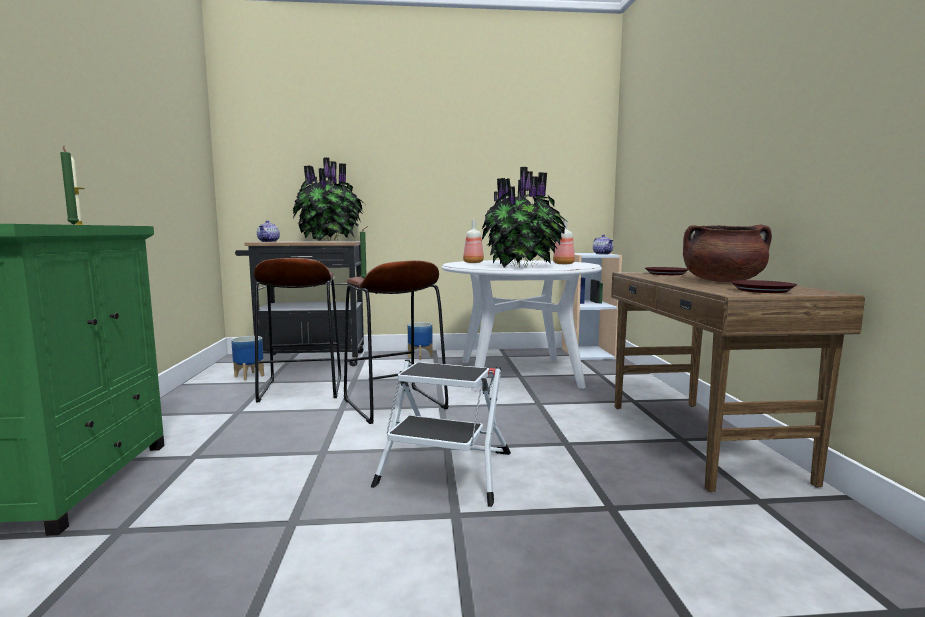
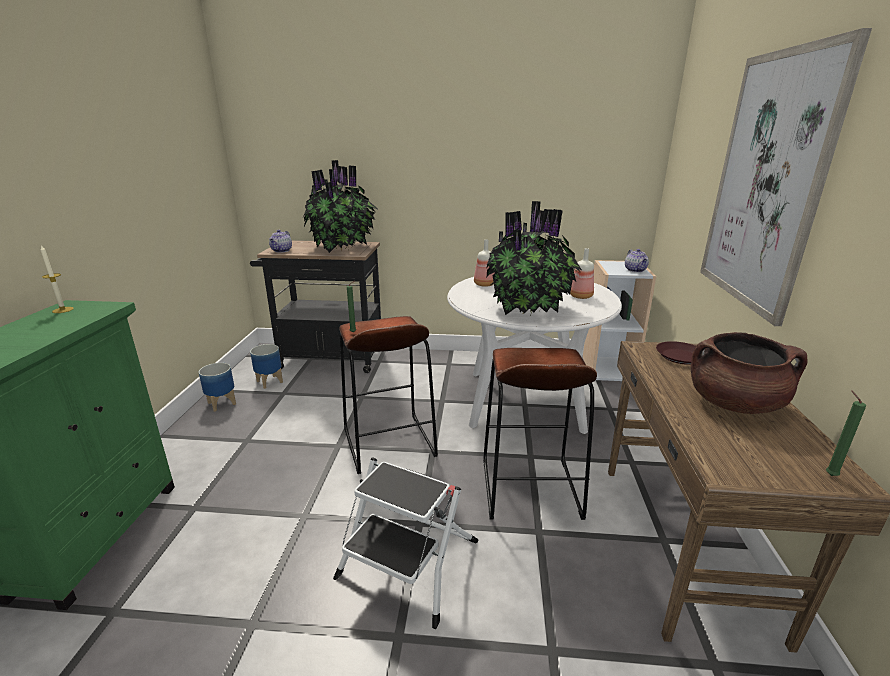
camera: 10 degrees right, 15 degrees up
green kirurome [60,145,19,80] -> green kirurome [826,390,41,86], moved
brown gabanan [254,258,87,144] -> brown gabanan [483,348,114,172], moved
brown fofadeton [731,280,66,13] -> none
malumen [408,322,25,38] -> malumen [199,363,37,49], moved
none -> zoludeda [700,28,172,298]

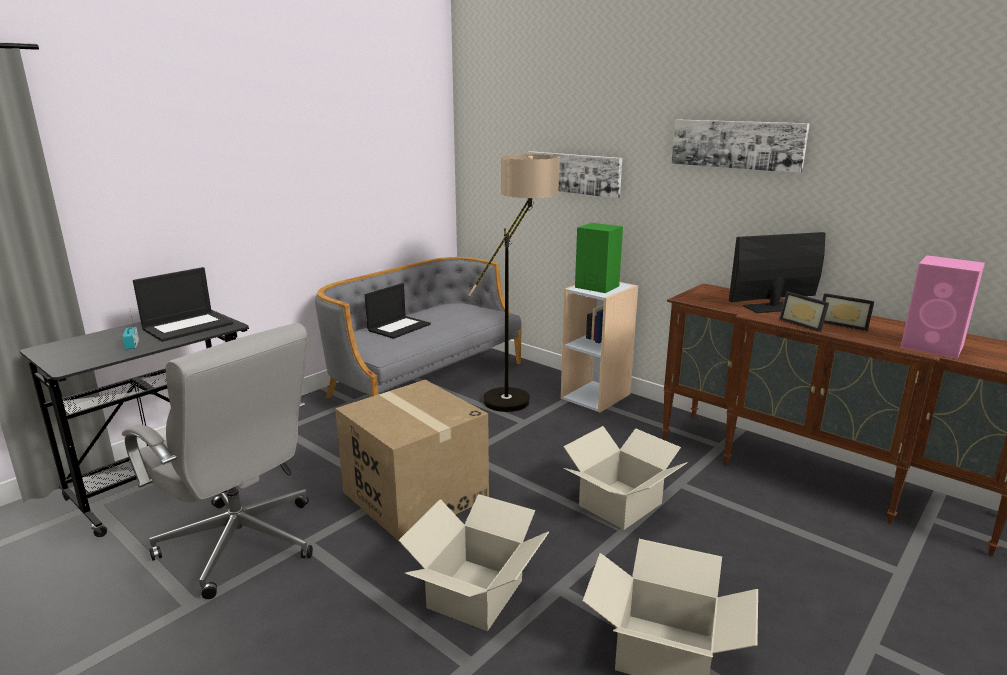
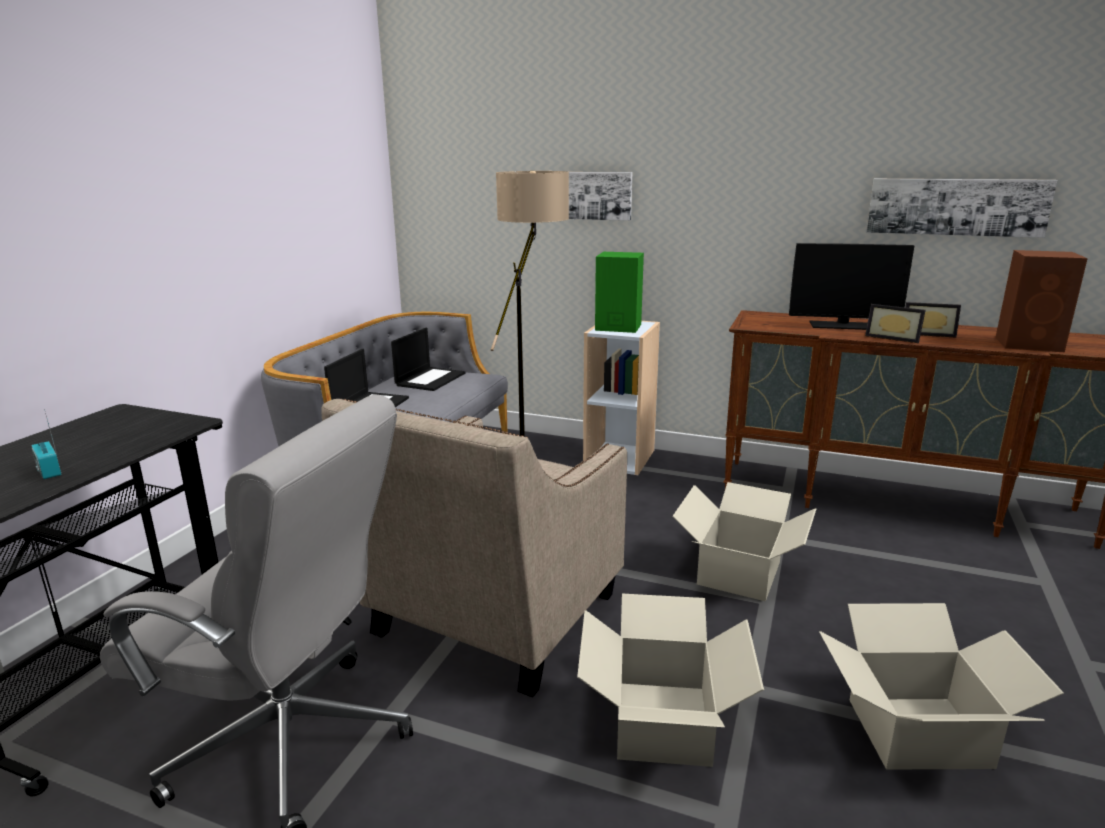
camera: 20 degrees left, 0 degrees up
zoludeda [671,119,139,54] -> zoludeda [866,179,191,59], moved
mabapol [729,232,97,81] -> mabapol [789,243,125,87], 135 degrees counterclockwise
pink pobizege [901,255,84,104] -> brown pobizege [995,250,93,102]
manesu [133,267,100,75] -> manesu [391,328,75,63], moved
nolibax [335,380,154,160] -> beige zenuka [321,399,306,298]

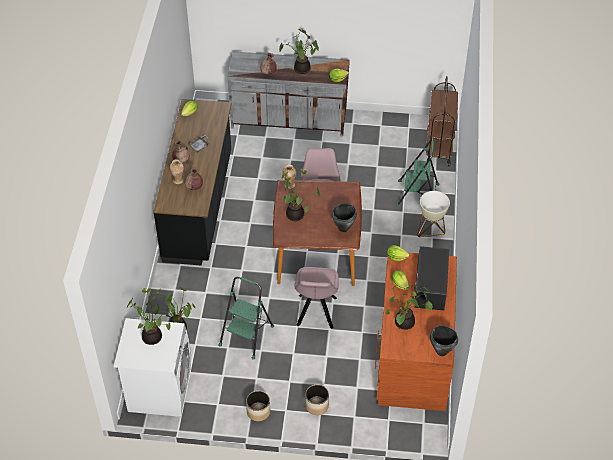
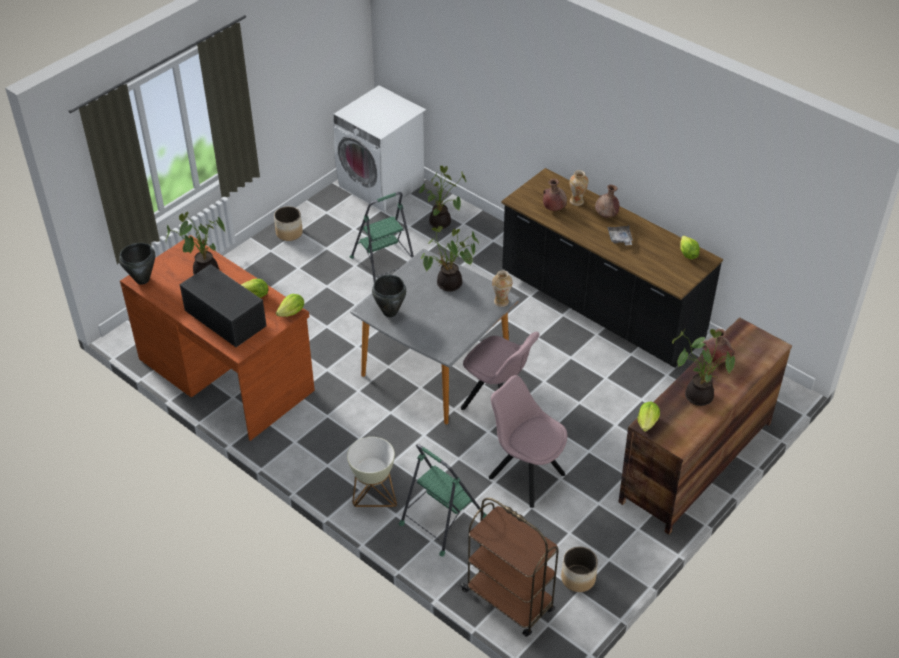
camera: 125 degrees right, 5 degrees down
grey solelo [227,51,123,86] -> brown solelo [619,317,173,218]
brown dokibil [273,180,89,106] -> grey dokibil [350,249,170,175]
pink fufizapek [294,267,45,62] -> pink fufizapek [489,375,78,133], moved
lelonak [127,288,49,57] -> none
malumen [305,384,24,31] -> malumen [561,547,37,45], moved

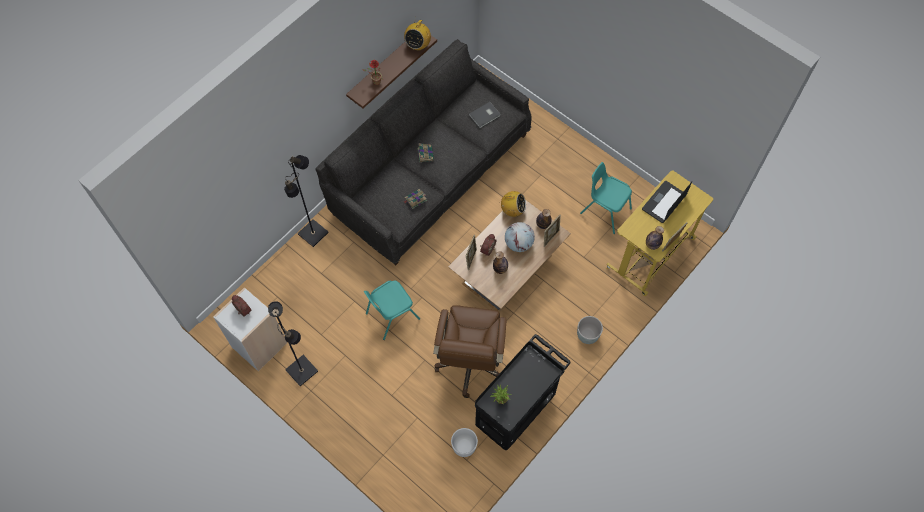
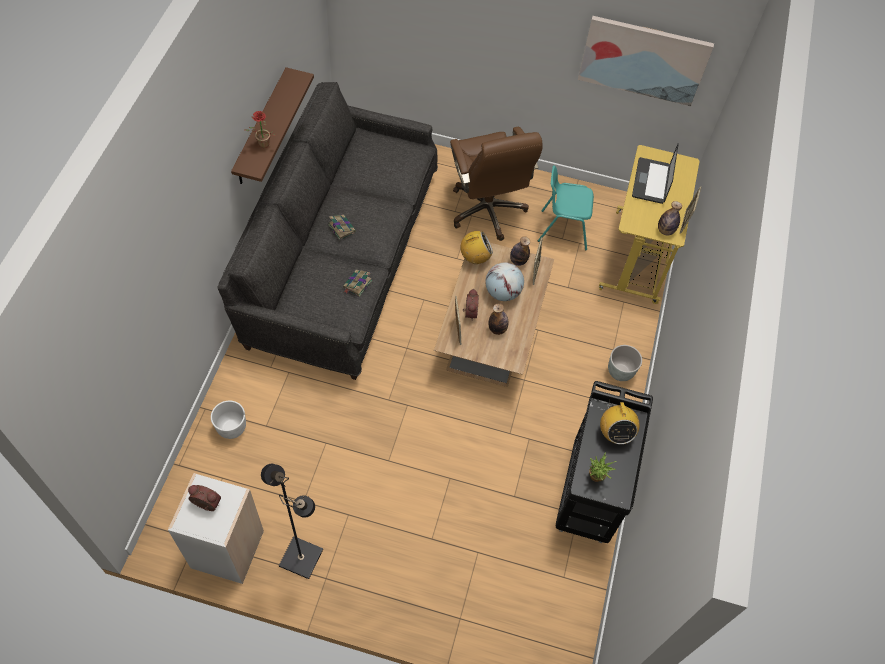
camera: 30 degrees left, 5 degrees down
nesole [404,18,27,33] -> nesole [600,402,40,42], moved
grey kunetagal [469,102,32,26] -> none
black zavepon [284,155,45,92] -> none
turquoise fufizapek [364,280,56,60] -> none
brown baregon [433,305,74,93] -> brown baregon [450,127,93,114], moved
white malumen [451,428,27,29] -> white malumen [211,401,35,38], moved
none -> zoludeda [578,16,136,90]

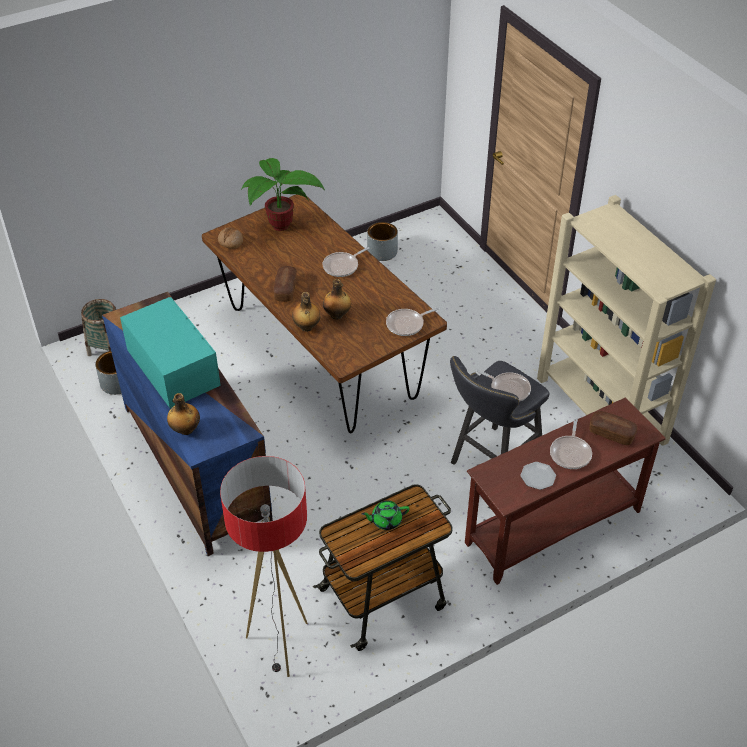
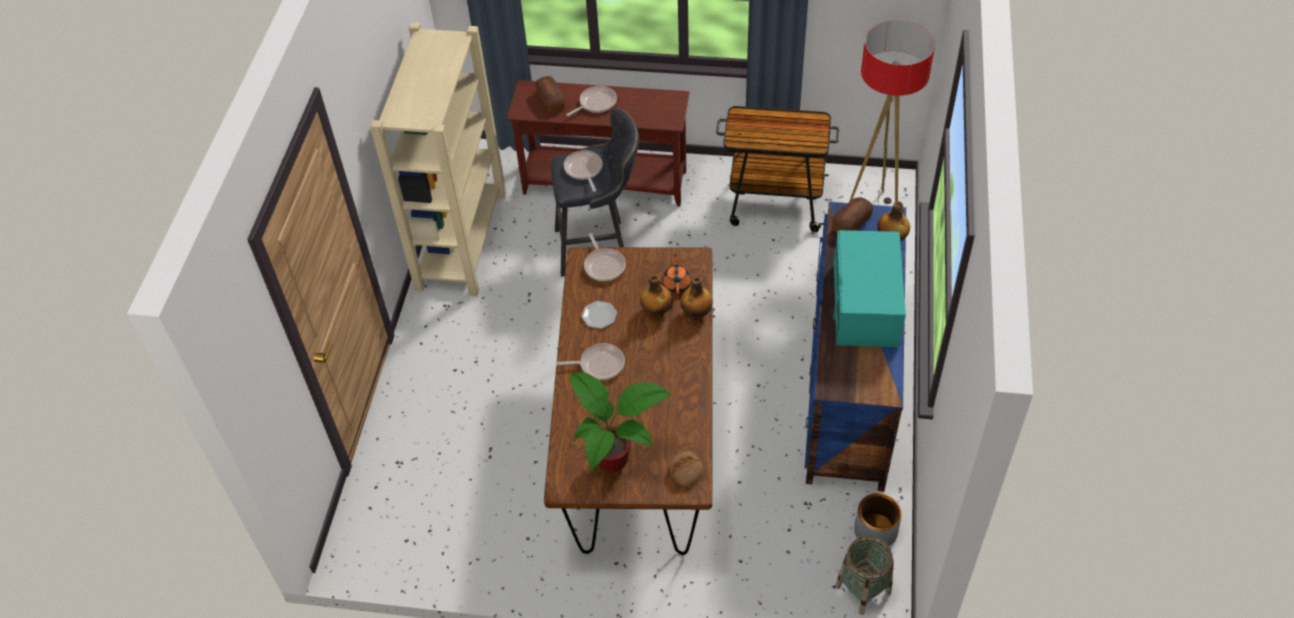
camera: 140 degrees left, 5 degrees up
grey malumen [367,222,31,39] -> none
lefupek [273,266,24,36] -> lefupek [832,197,41,36], moved
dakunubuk [386,307,53,29] -> dakunubuk [584,233,42,48], 60 degrees clockwise
fofadeton [520,462,36,28] -> fofadeton [581,301,36,28], moved
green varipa [361,500,48,30] -> none
none -> orange varipa [662,253,30,41]

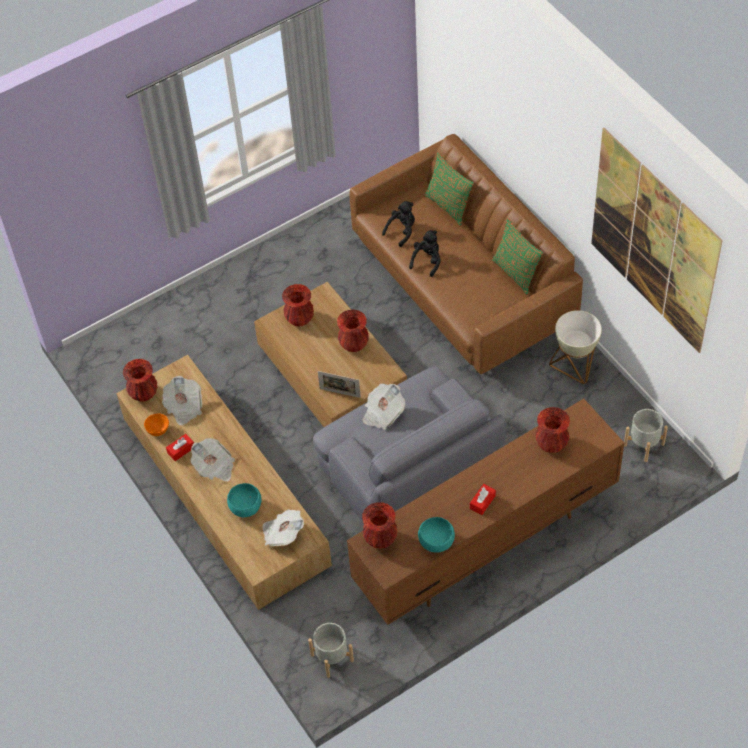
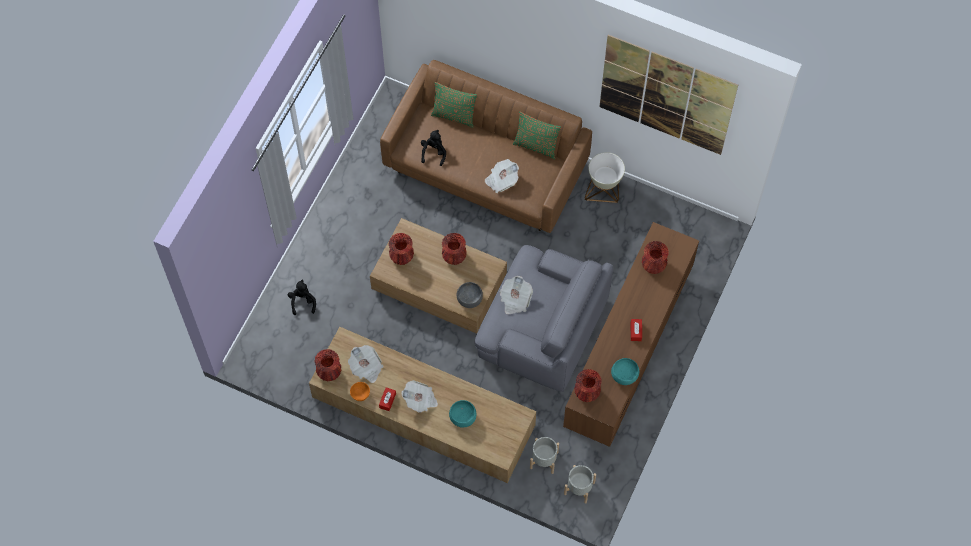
camera: 35 degrees left, 10 degrees up
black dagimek [409,230,32,47] -> black dagimek [288,280,28,35], moved
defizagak [318,371,43,27] -> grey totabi [457,282,26,26]
grey malumen [624,409,44,53] -> grey malumen [530,437,29,37], moved
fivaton [262,509,42,37] -> fivaton [485,159,34,34], moved

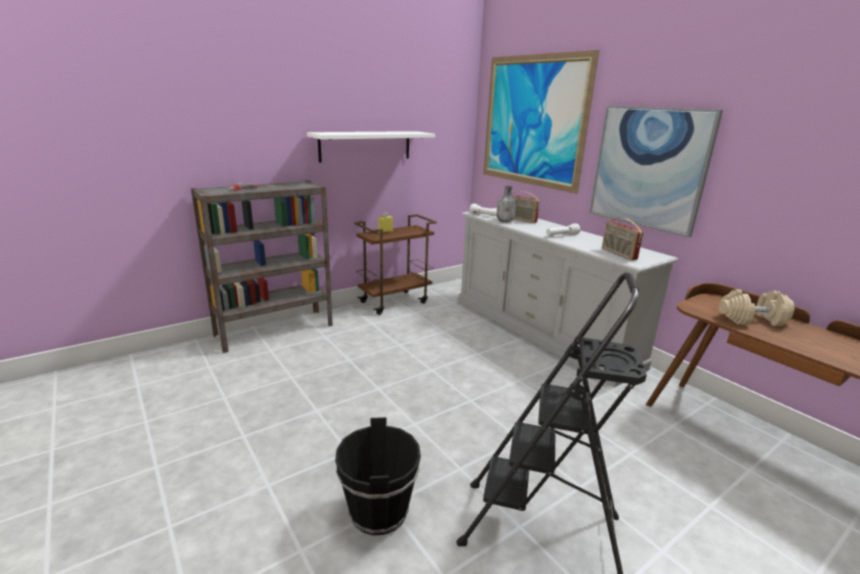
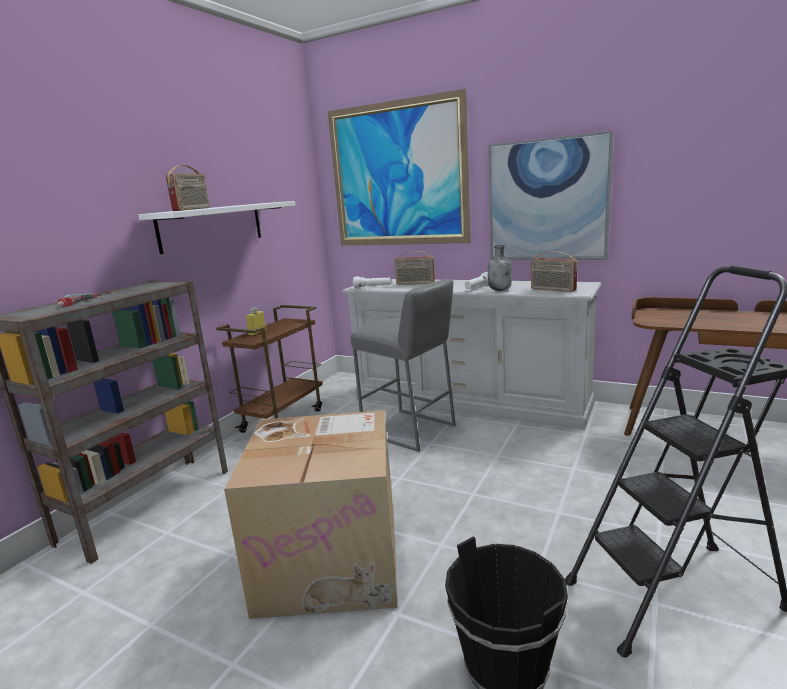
camera: 25 degrees left, 5 degrees down
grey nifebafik [497,186,19,36] -> grey nifebafik [488,245,24,46], moved
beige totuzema [719,289,75,37] -> none
none -> nesole [166,165,44,46]
none -> grey gabanan [350,279,105,173]
none -> nolibax [224,410,173,209]

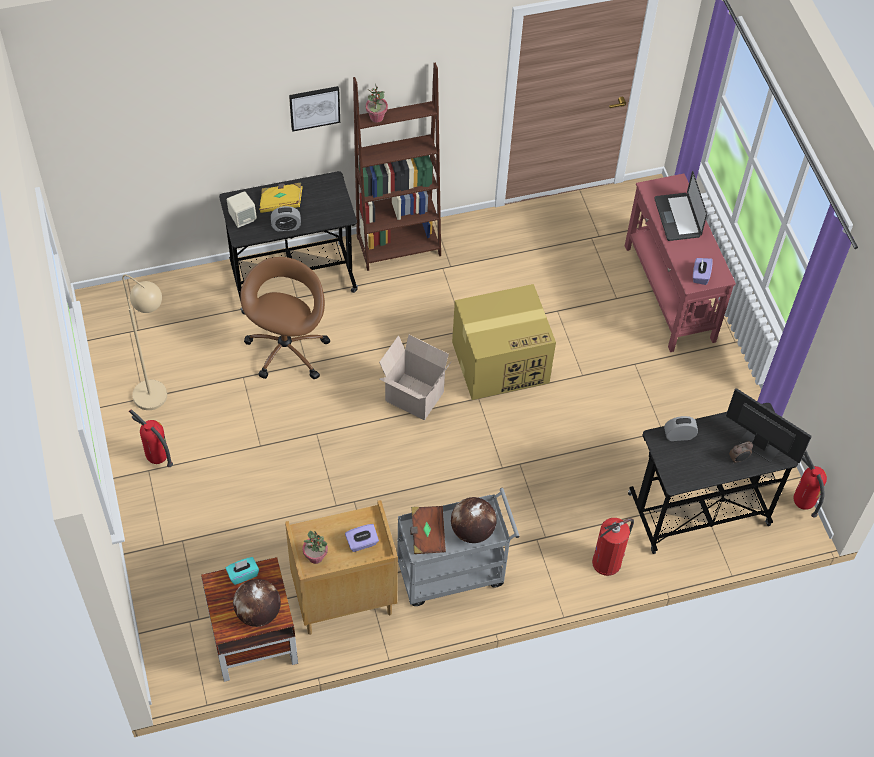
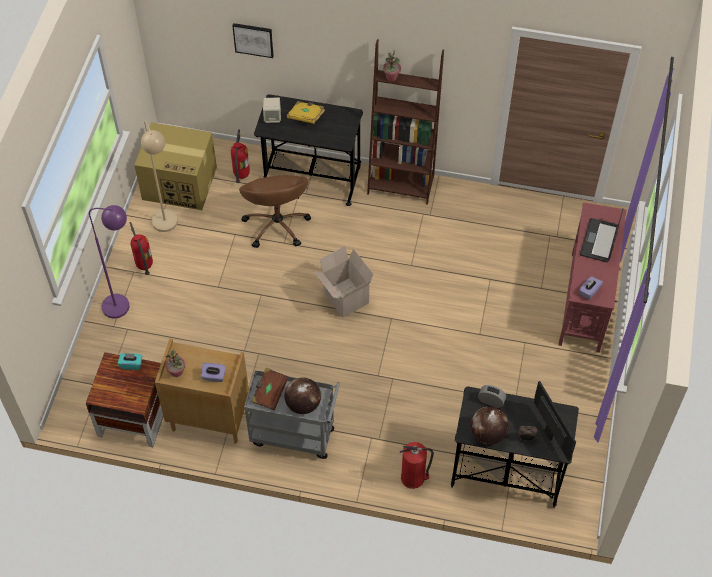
camera: 30 degrees right, 0 degrees up
zoludeda [289,86,51,46] -> zoludeda [232,23,41,35], moved
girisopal [271,206,30,25] -> none
brown baregon [240,257,91,122] -> brown baregon [239,175,72,73], 120 degrees clockwise
nolibax [452,284,104,116] -> nolibax [134,122,83,88], moved
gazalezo [794,451,33,66] -> gazalezo [231,129,19,54], moved
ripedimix [233,579,48,48] -> ripedimix [471,407,38,38], moved
none -> purple zavepon [89,205,40,113]

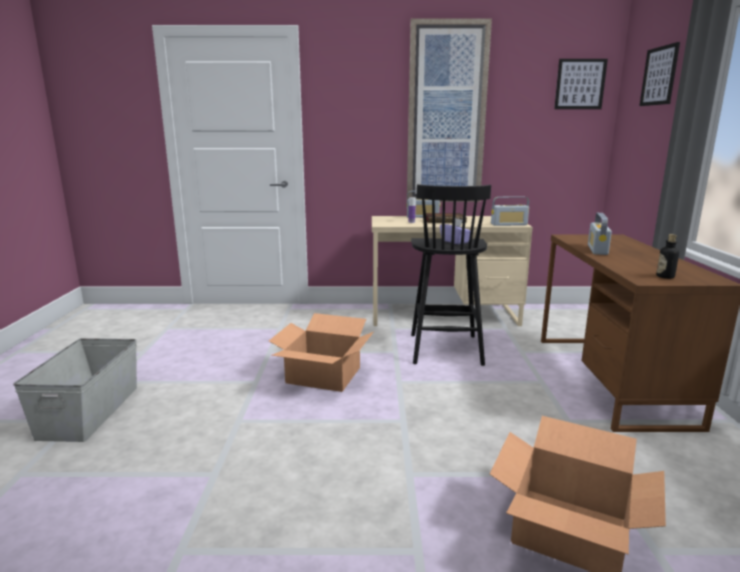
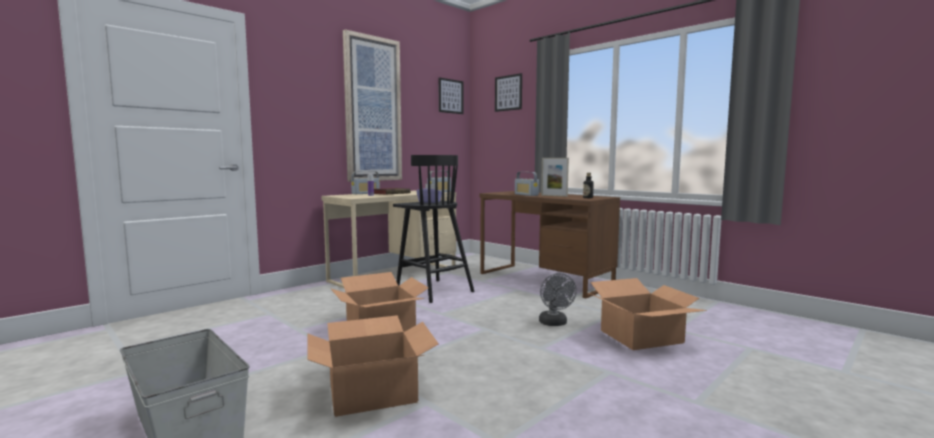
camera: 45 degrees left, 10 degrees down
none -> defizagak [541,158,28,39]
none -> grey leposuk [539,273,38,53]
none -> nolibax [307,315,132,102]

